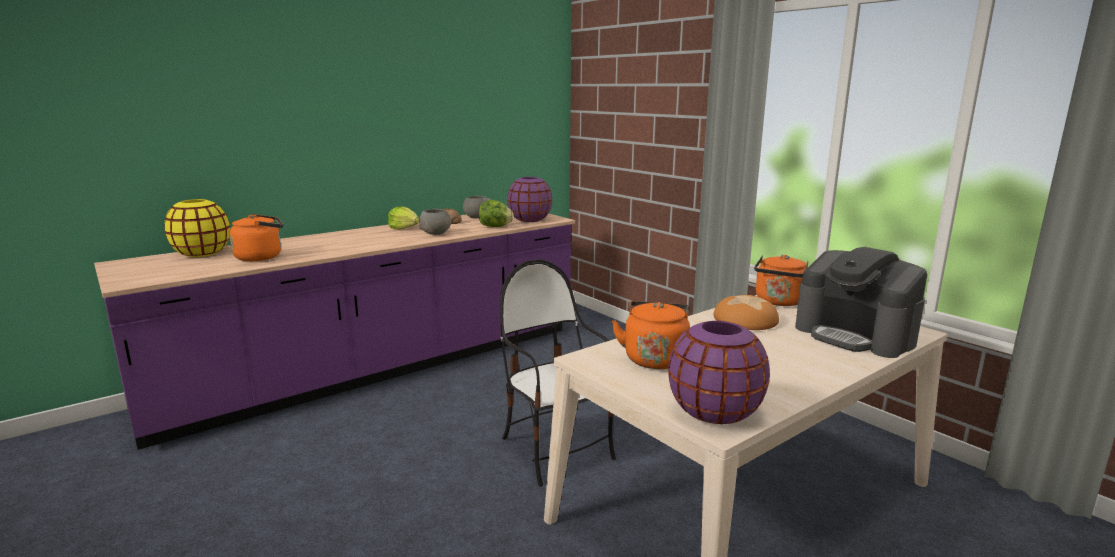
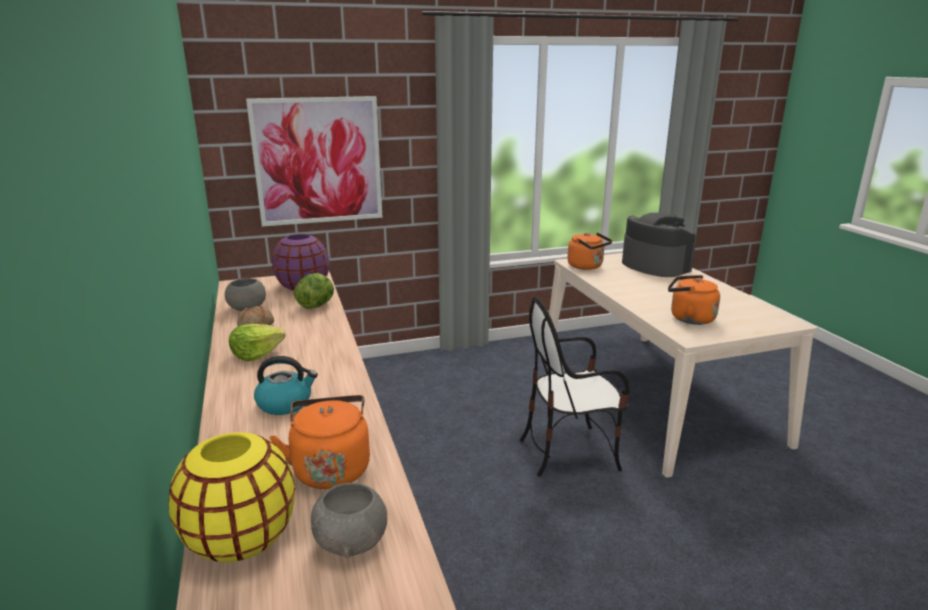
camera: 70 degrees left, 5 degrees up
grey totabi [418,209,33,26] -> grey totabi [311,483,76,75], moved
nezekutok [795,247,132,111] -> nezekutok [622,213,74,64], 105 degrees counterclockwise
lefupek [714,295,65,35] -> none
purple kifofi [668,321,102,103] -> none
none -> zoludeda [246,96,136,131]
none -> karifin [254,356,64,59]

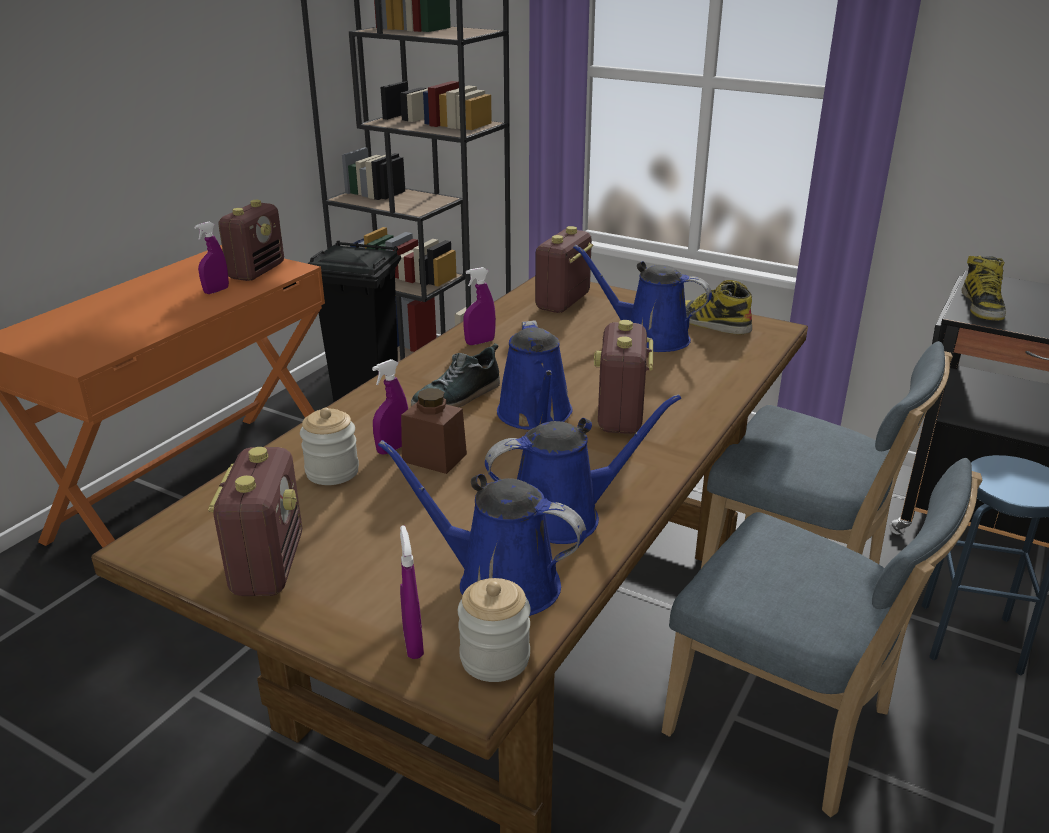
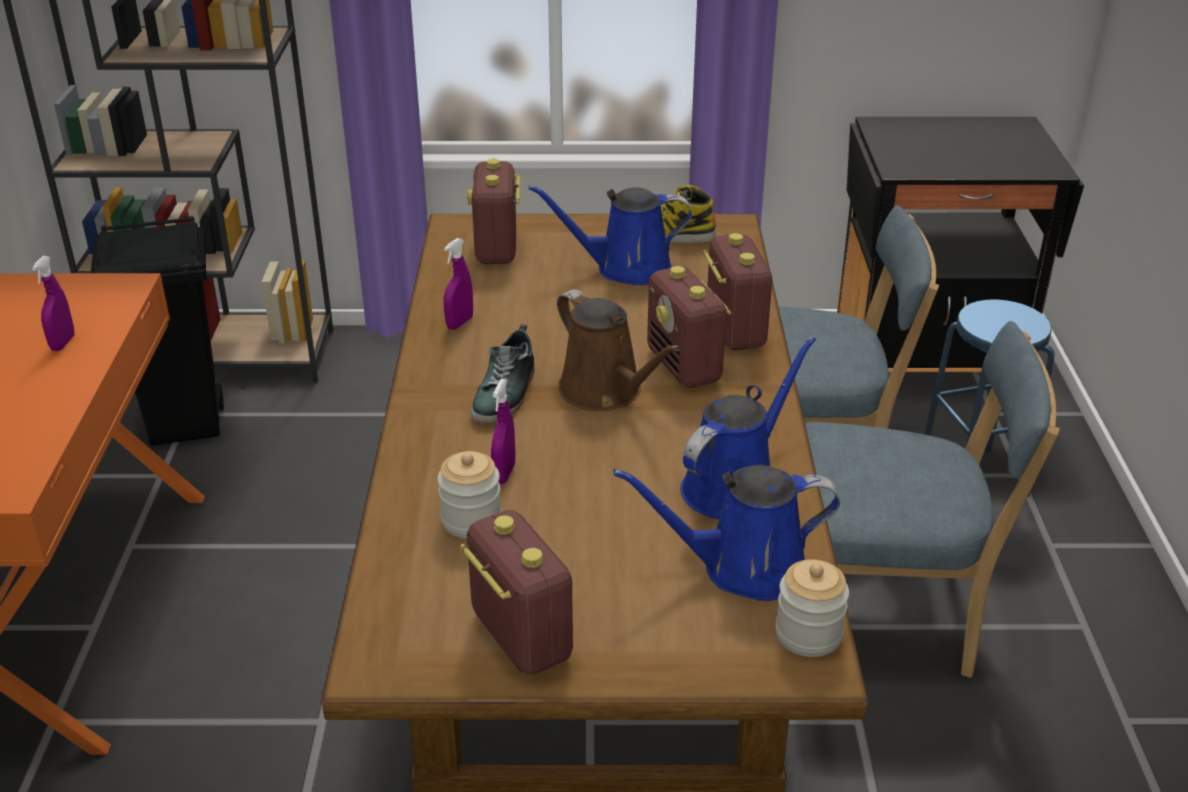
camera: 30 degrees left, 5 degrees up
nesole [218,200,66,81] -> nesole [703,233,69,117], moved
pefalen [961,256,45,65] -> none
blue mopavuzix [497,320,76,110] -> brown mopavuzix [557,289,123,122]
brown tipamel [401,388,66,86] -> none
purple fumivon [400,525,24,134] -> none

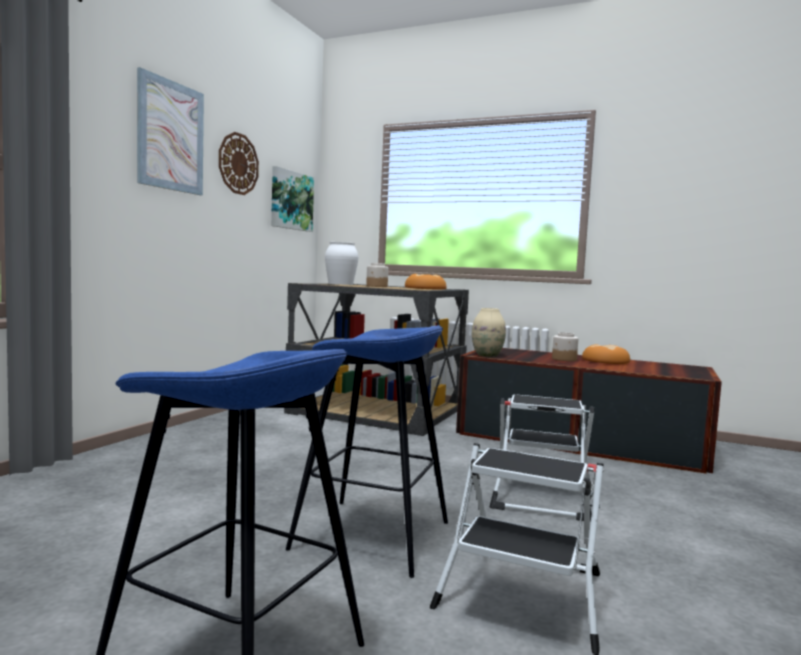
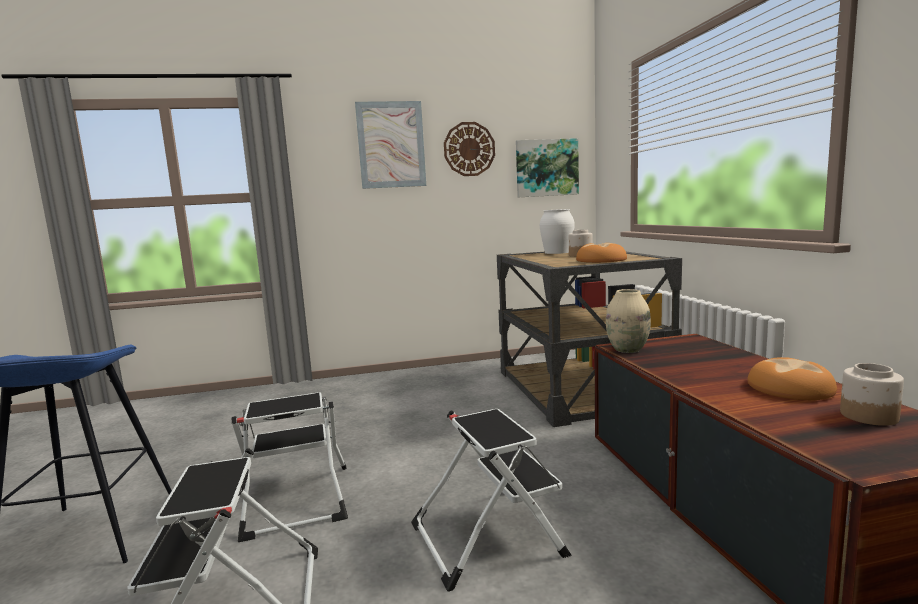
camera: 55 degrees right, 5 degrees up
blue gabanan [286,326,162,252] -> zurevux [232,392,116,150]
tipamel [552,332,26,29] -> tipamel [840,363,64,63], moved

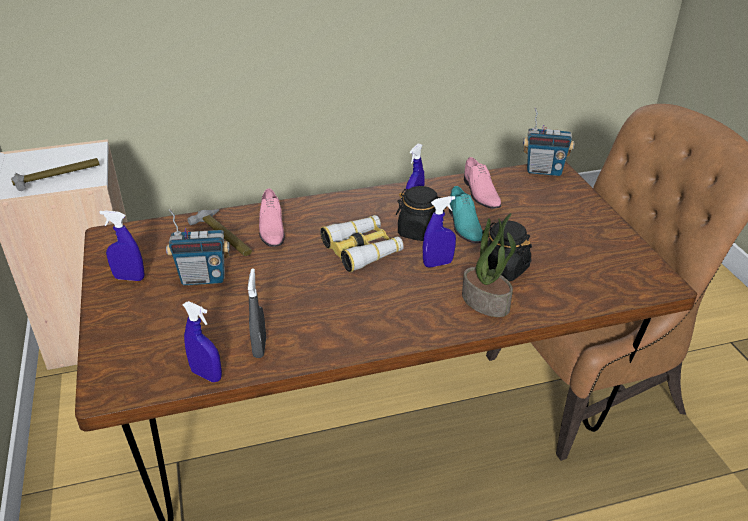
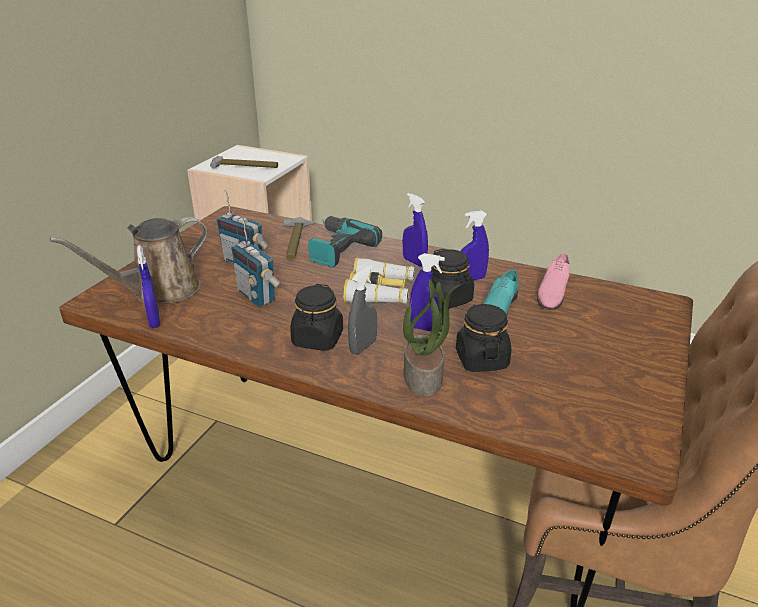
camera: 40 degrees right, 5 degrees down
nesole [523,107,51,69] -> nesole [231,217,50,90], moved
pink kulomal [259,189,26,58] -> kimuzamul [308,216,74,52]
blue fumivon [99,210,46,71] -> blue fumivon [403,193,25,74], moved
grey fumivon [248,269,18,89] -> grey fumivon [348,266,29,89], moved
none -> brown mopavuzix [50,217,157,87]
none -> black tipamel [290,284,53,66]

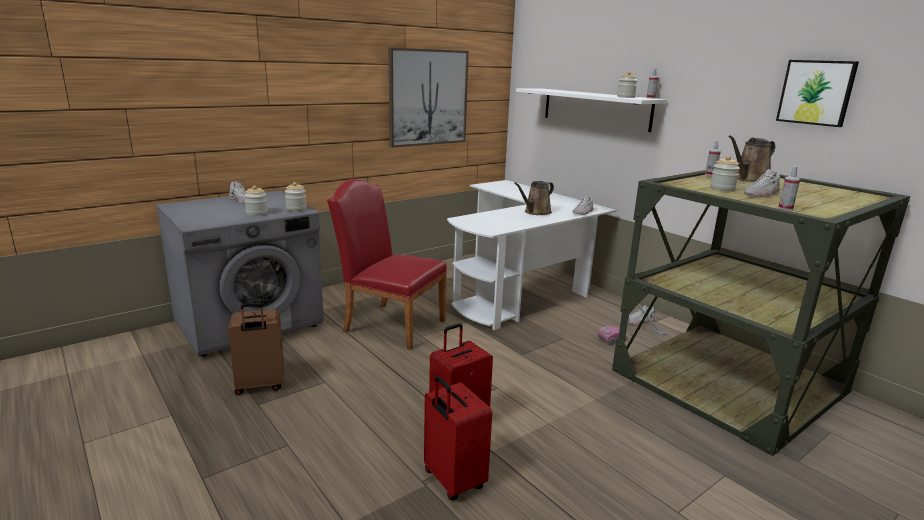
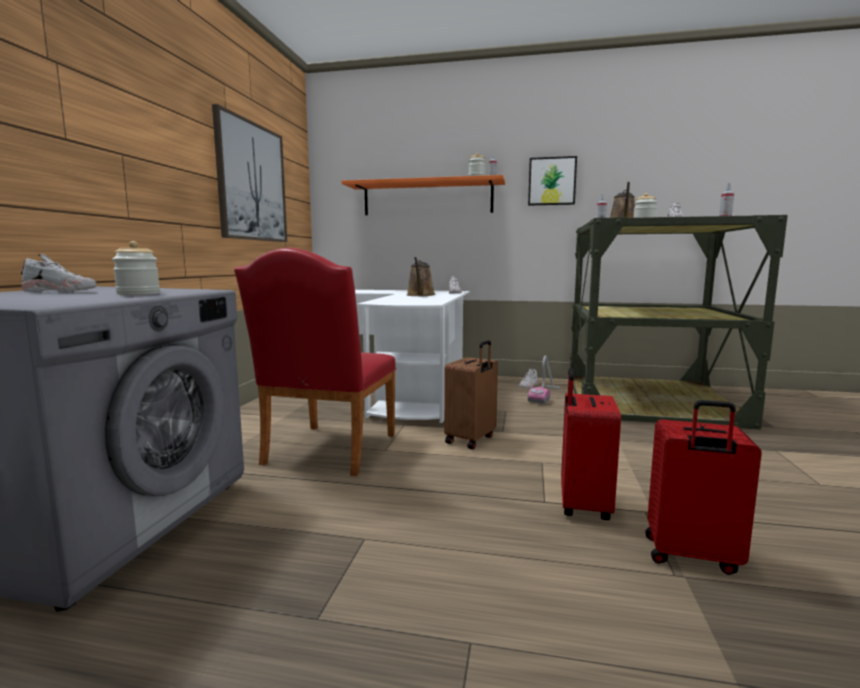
camera: 40 degrees left, 10 degrees down
zoludeda [776,60,83,67] -> zoludeda [528,156,49,50], moved
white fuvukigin [516,88,151,44] -> orange fuvukigin [342,175,163,40]
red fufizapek [327,179,120,171] -> red fufizapek [234,248,162,228], 60 degrees counterclockwise
tipamel [285,182,22,29] -> none
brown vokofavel [228,302,56,93] -> brown vokofavel [444,340,54,109], moved

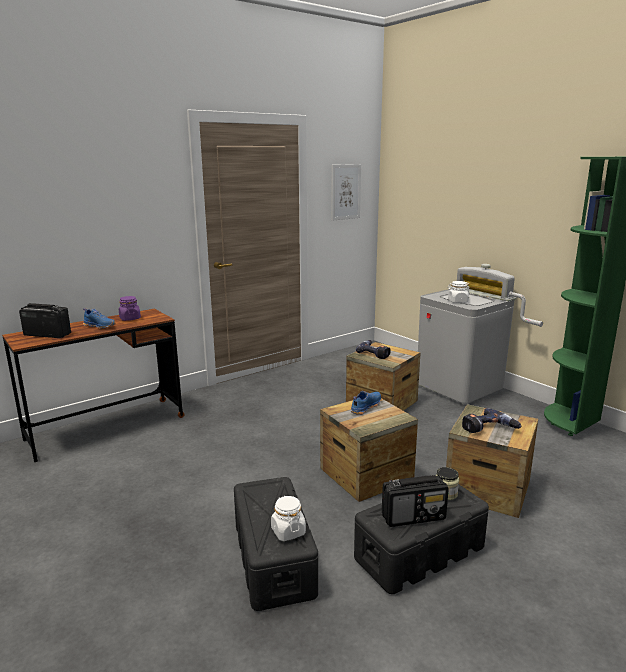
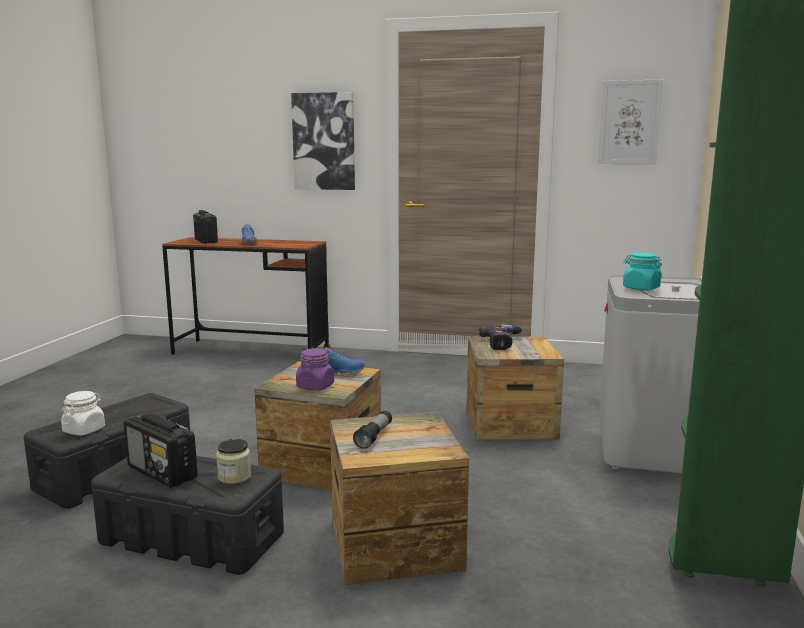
camera: 50 degrees right, 5 degrees down
white tipamel [448,281,22,22] -> turquoise tipamel [623,253,39,37]
purple tipamel [119,296,22,25] -> purple tipamel [296,348,38,43], moved
kimuzamul [462,408,59,25] -> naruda [353,411,39,38]
none -> zoludeda [291,92,64,98]

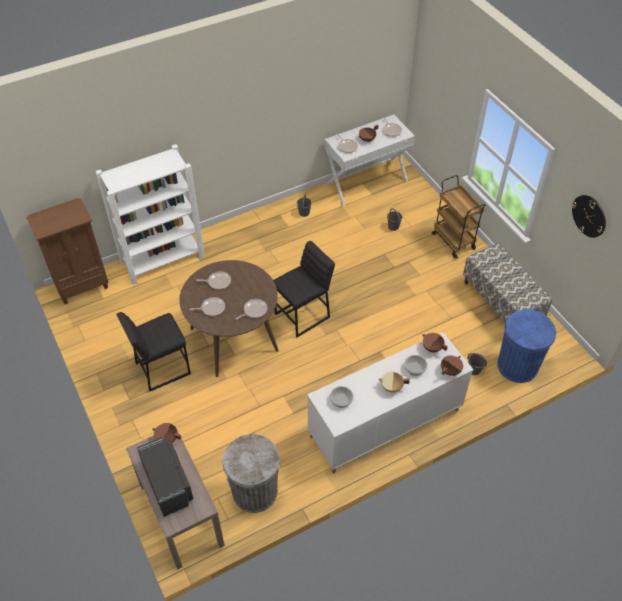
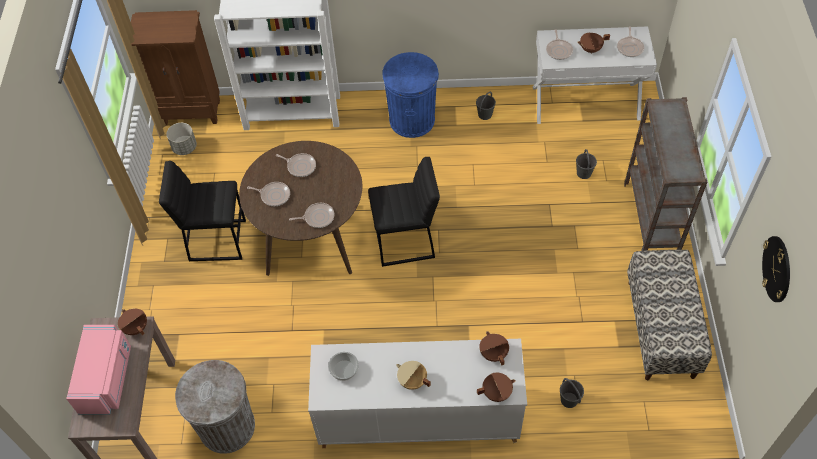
camera: 30 degrees right, 5 degrees up
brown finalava [432,175,54,84] -> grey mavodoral [624,97,83,154]
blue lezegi [497,309,59,74] -> blue lezegi [383,52,56,86], moved
totabi [405,355,22,21] -> none
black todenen [137,437,56,80] -> pink todenen [66,325,65,90]
none -> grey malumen [167,123,30,32]

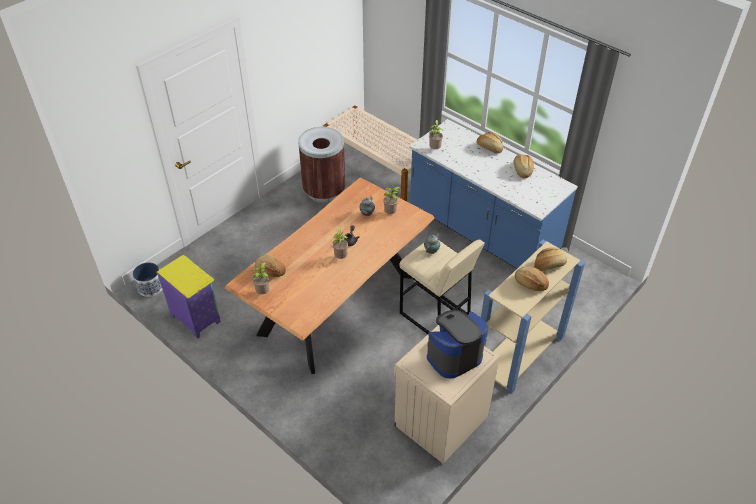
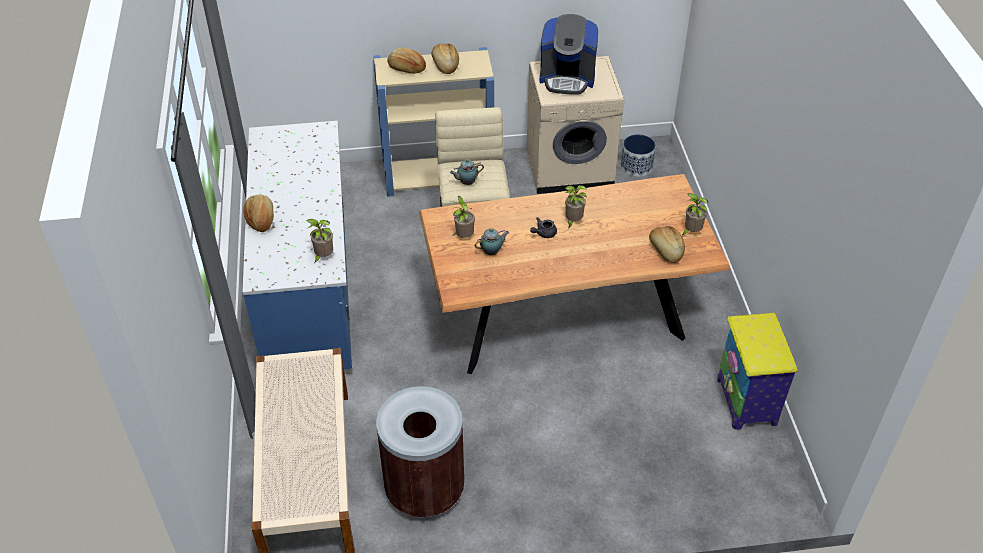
camera: 140 degrees left, 0 degrees up
lefupek [513,154,21,25] -> none
malumen [133,262,29,35] -> malumen [621,134,35,43], moved

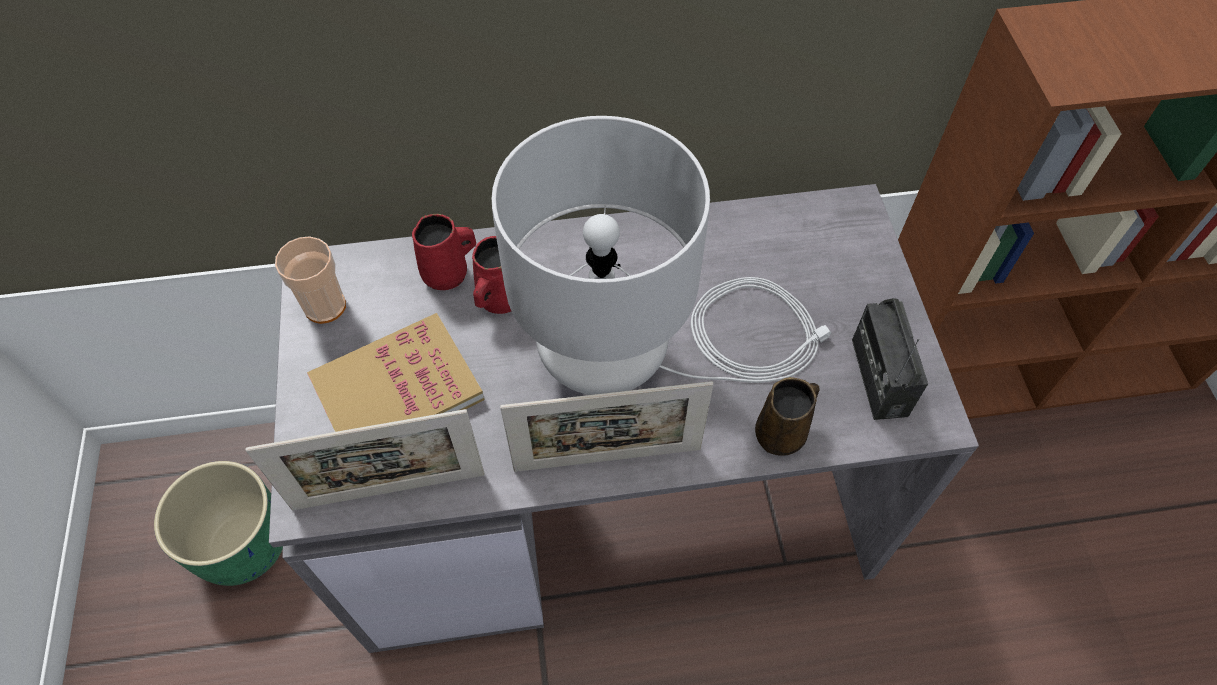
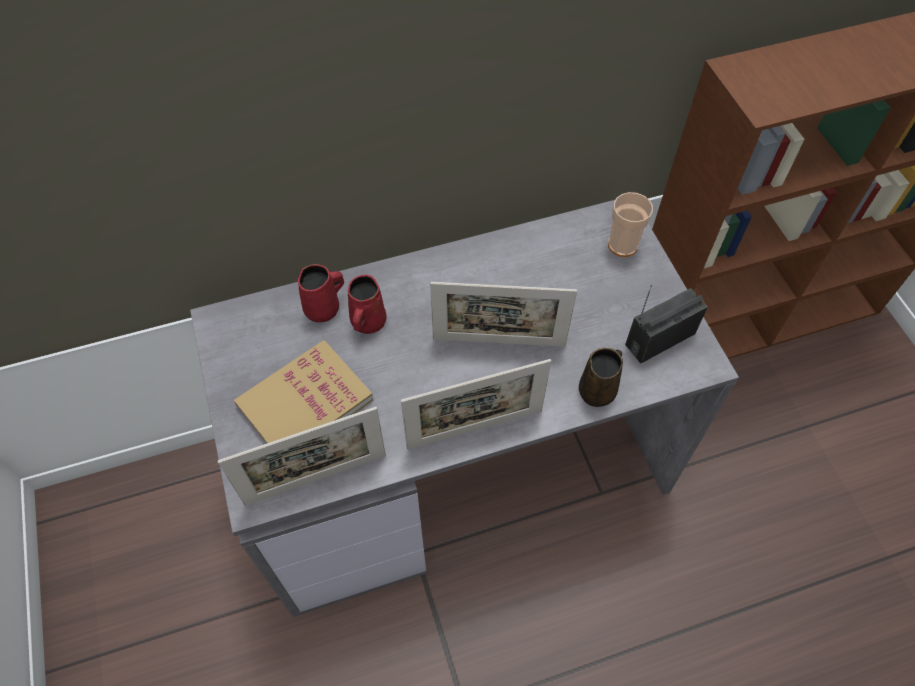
camera: 10 degrees left, 0 degrees up
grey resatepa [491,116,340,279] -> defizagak [430,282,147,65]
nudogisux [275,236,71,88] -> nudogisux [608,192,45,65], moved
nesole [852,298,76,122] -> nesole [625,285,83,79], 75 degrees clockwise
green malumen [154,461,129,125] -> none

